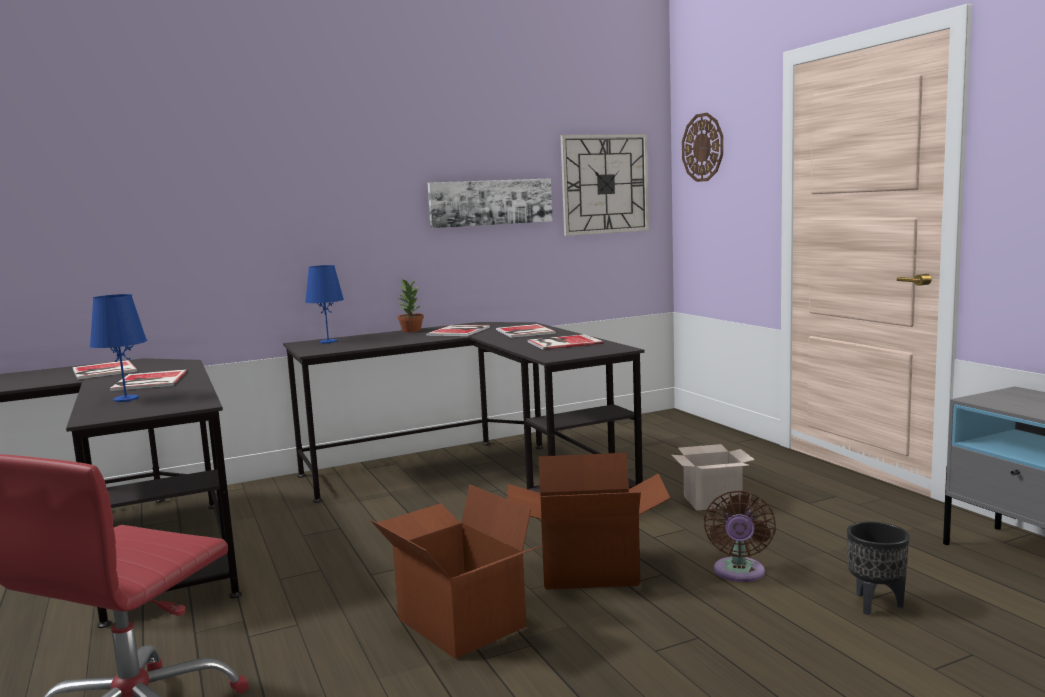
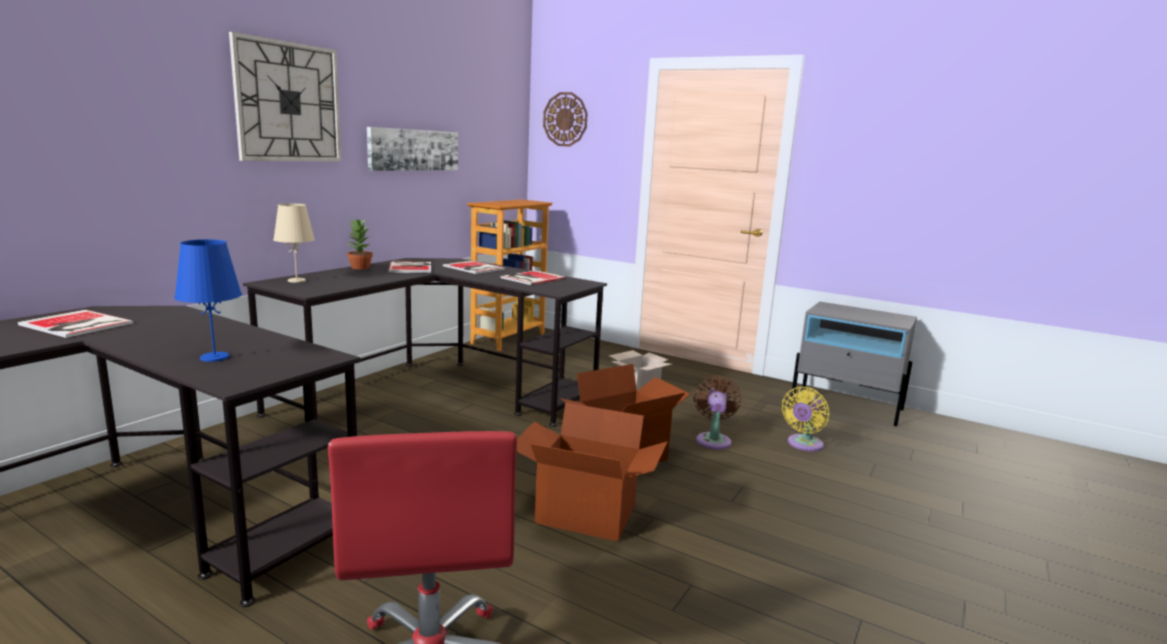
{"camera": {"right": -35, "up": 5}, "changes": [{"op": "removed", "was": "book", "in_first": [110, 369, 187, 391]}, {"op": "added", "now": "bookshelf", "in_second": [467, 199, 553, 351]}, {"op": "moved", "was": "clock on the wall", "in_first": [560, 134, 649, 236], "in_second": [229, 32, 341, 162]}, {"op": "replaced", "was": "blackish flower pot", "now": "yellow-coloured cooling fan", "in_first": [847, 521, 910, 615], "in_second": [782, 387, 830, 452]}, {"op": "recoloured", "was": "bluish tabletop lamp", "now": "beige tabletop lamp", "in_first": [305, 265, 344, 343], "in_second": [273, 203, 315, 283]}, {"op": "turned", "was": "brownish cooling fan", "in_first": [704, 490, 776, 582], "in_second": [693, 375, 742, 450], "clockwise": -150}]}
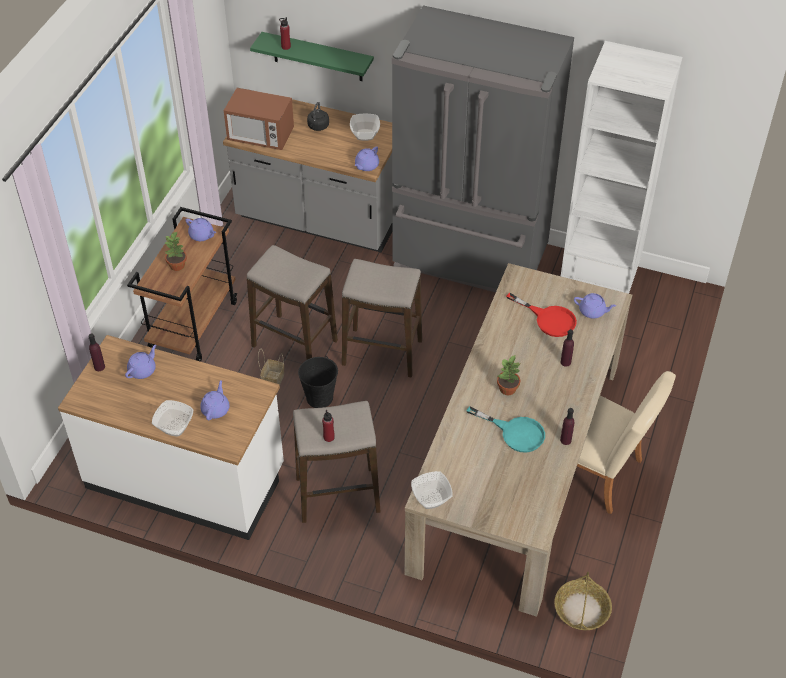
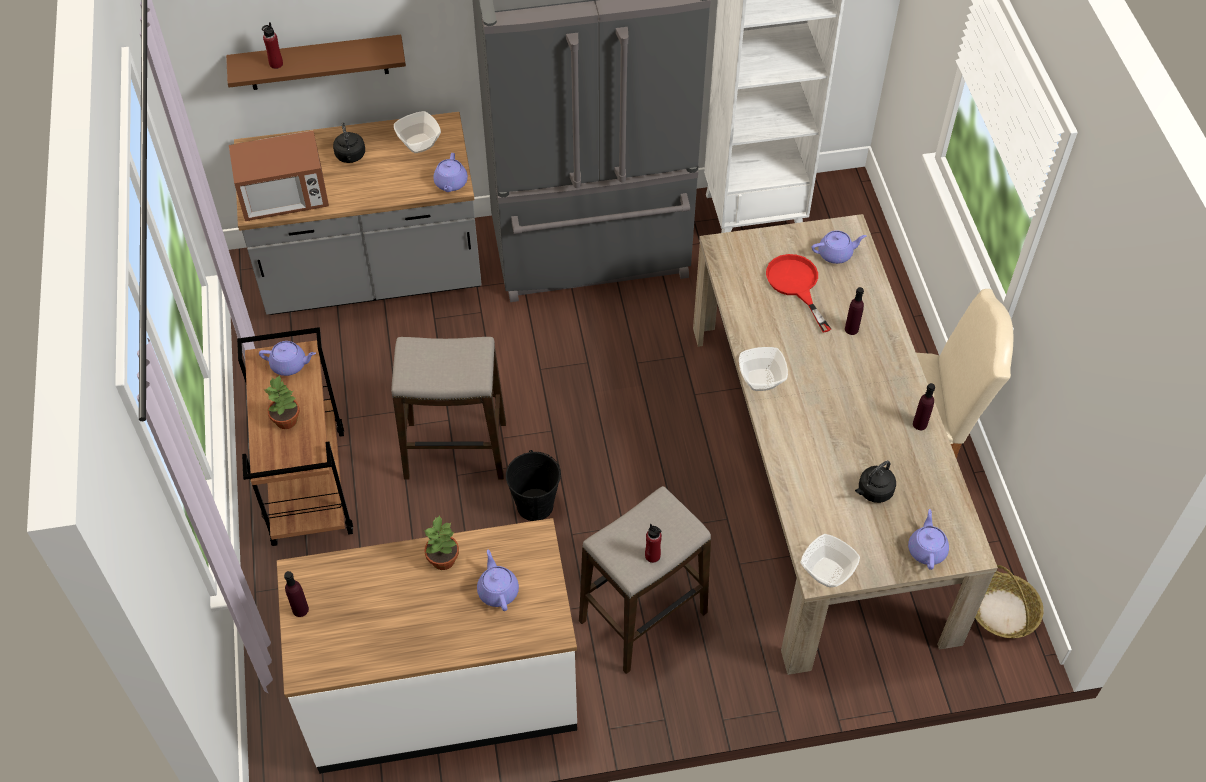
{"camera": {"right": -30, "up": 5}, "changes": [{"op": "removed", "was": "storage basket", "in_first": [258, 349, 284, 385]}, {"op": "removed", "was": "stool", "in_first": [342, 259, 422, 378]}, {"op": "removed", "was": "turquoise pan", "in_first": [467, 407, 545, 453]}, {"op": "added", "now": "blackish kettle", "in_second": [855, 461, 896, 503]}, {"op": "moved", "was": "purple-coloured pot for tea", "in_first": [125, 345, 156, 379], "in_second": [908, 509, 949, 570]}, {"op": "moved", "was": "serving bowl", "in_first": [152, 400, 193, 437], "in_second": [739, 347, 788, 391]}, {"op": "moved", "was": "plant in a pot", "in_first": [497, 356, 521, 395], "in_second": [423, 515, 459, 570]}, {"op": "recoloured", "was": "green bracket shelf", "now": "brownish bracket shelf", "in_first": [250, 32, 374, 81], "in_second": [226, 35, 406, 90]}, {"op": "turned", "was": "reddish pan", "in_first": [506, 293, 577, 337], "in_second": [766, 254, 831, 333], "clockwise": -120}]}
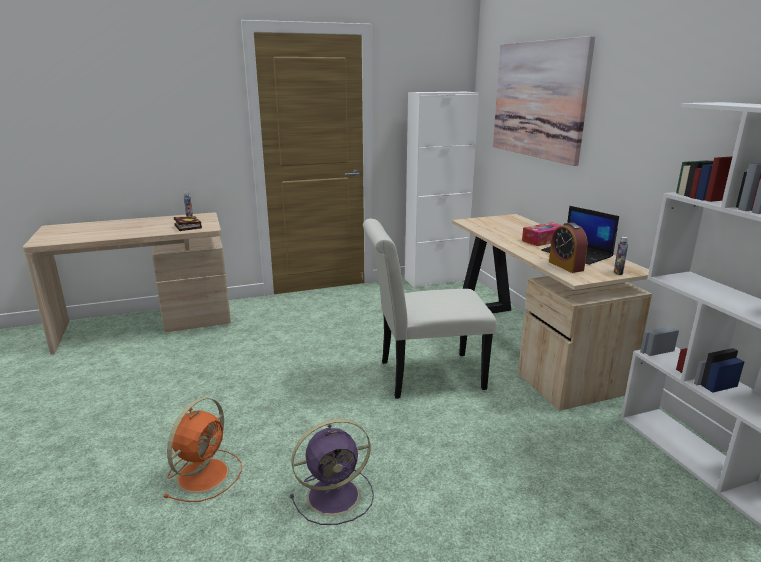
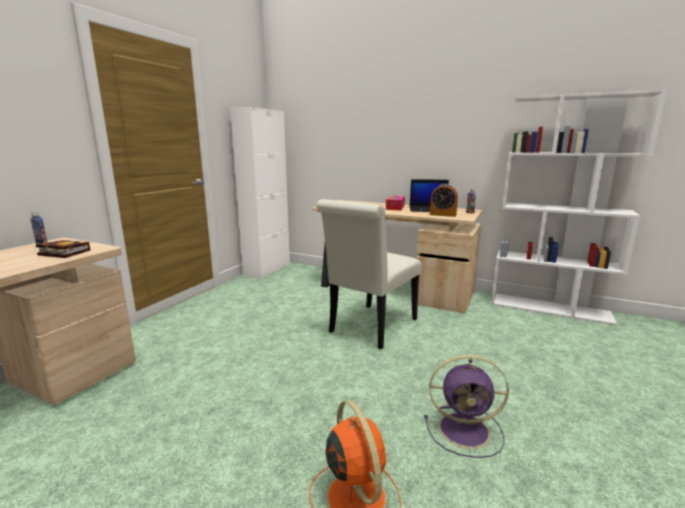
{"camera": {"right": -45, "up": -5}, "changes": [{"op": "removed", "was": "wall art", "in_first": [493, 36, 595, 166]}, {"op": "turned", "was": "purple-coloured cooling fan", "in_first": [290, 419, 374, 525], "in_second": [424, 355, 509, 458], "clockwise": 75}]}
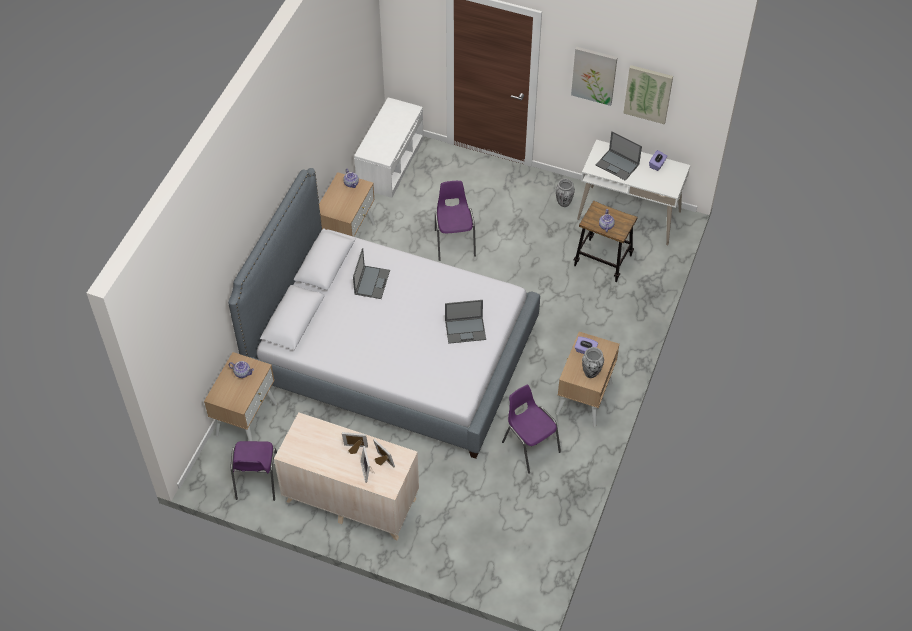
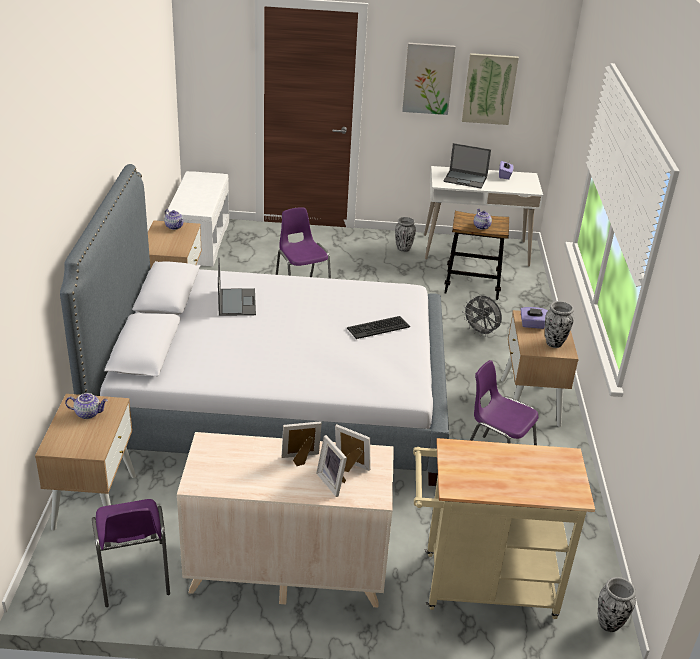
{"camera": {"right": -20, "up": -20}, "changes": [{"op": "added", "now": "beige cart", "in_second": [413, 438, 595, 619]}, {"op": "added", "now": "grey cooling fan", "in_second": [462, 295, 502, 337]}, {"op": "added", "now": "decorative vase", "in_second": [598, 577, 636, 632]}, {"op": "replaced", "was": "notebook computer", "now": "keyboard", "in_first": [445, 300, 486, 344], "in_second": [347, 316, 410, 339]}]}
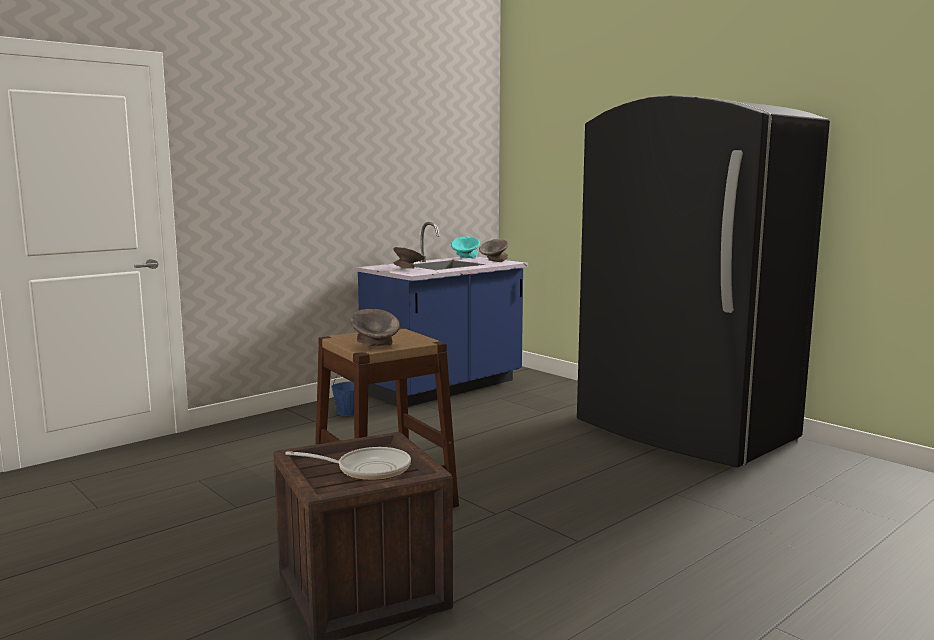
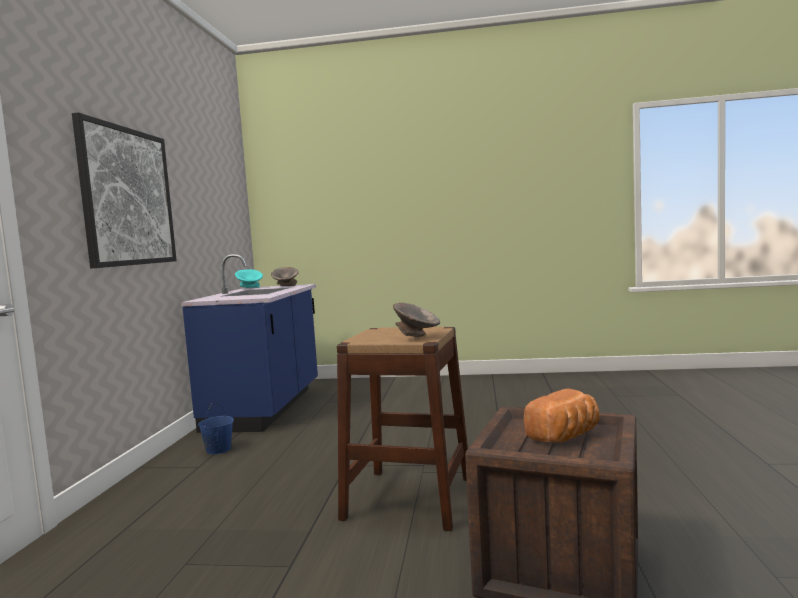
{"camera": {"right": -40, "up": -5}, "changes": [{"op": "removed", "was": "grey serving bowl", "in_first": [393, 247, 425, 269]}, {"op": "removed", "was": "blackish refrigerator", "in_first": [577, 96, 830, 467]}, {"op": "added", "now": "wall art", "in_second": [72, 112, 177, 268]}, {"op": "replaced", "was": "pan", "now": "bread", "in_first": [285, 447, 411, 481], "in_second": [524, 388, 599, 443]}]}
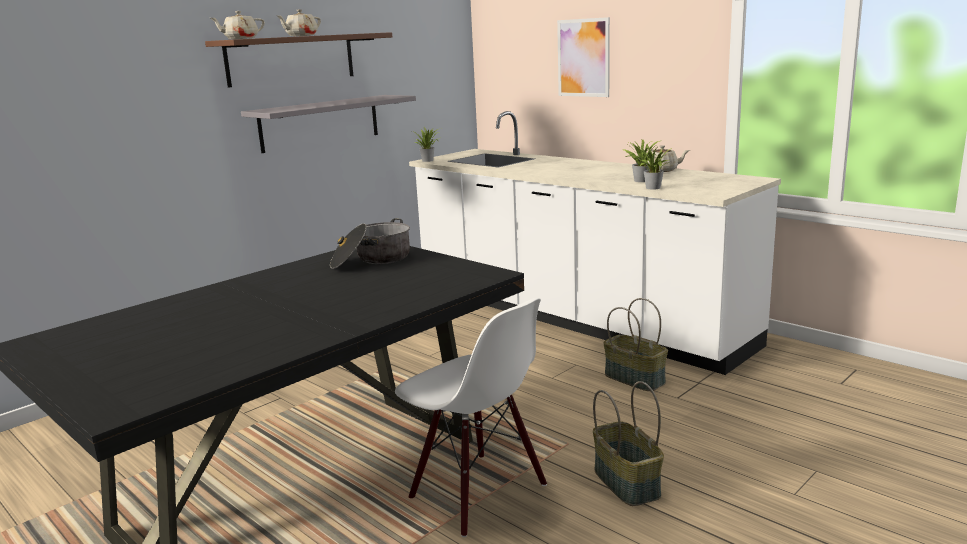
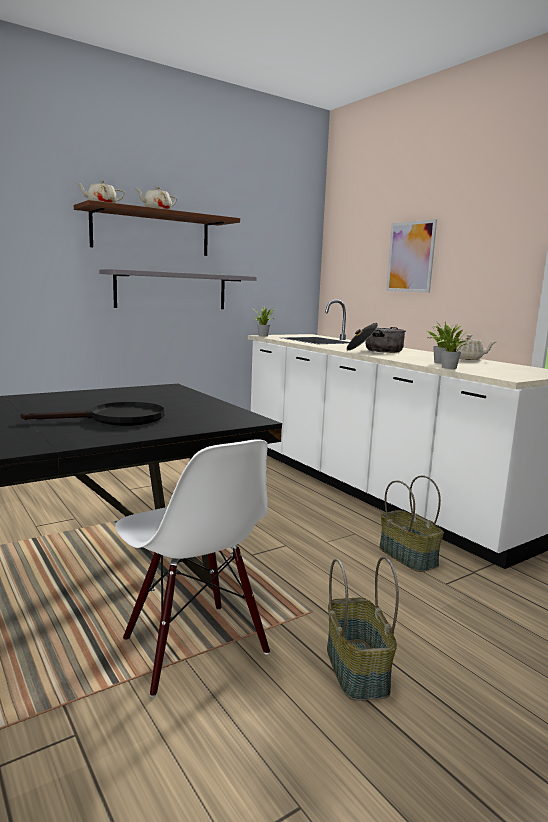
{"camera": {"right": 10, "up": -5}, "changes": [{"op": "added", "now": "blackish pan", "in_second": [21, 402, 164, 426]}, {"op": "moved", "was": "cooking pot", "in_first": [330, 219, 410, 269], "in_second": [347, 323, 406, 353]}]}
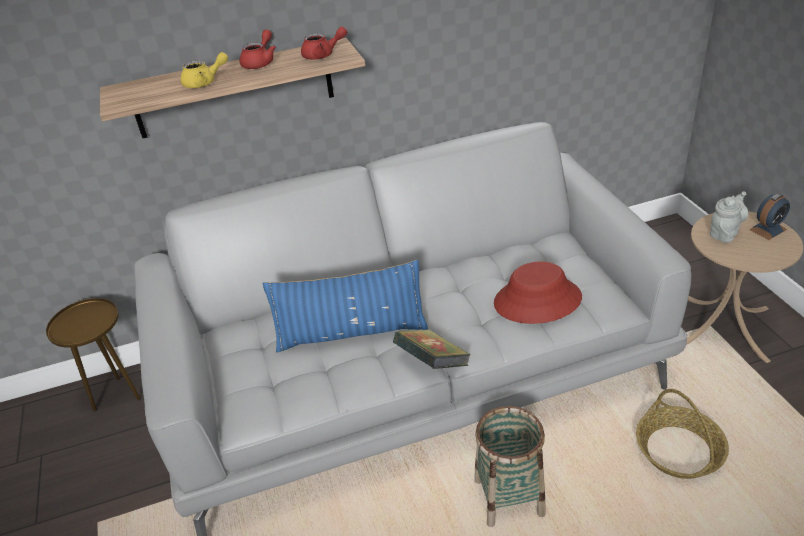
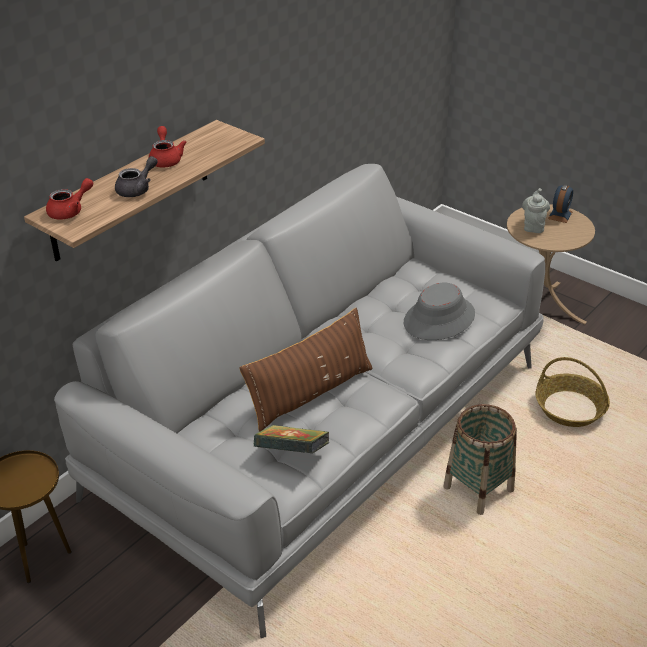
{"camera": {"right": -35, "up": 0}, "changes": [{"op": "moved", "was": "reddish pot for tea", "in_first": [301, 27, 347, 60], "in_second": [46, 178, 93, 220]}, {"op": "moved", "was": "book", "in_first": [393, 330, 471, 369], "in_second": [254, 425, 329, 454]}, {"op": "recoloured", "was": "yellow-coloured pot for tea", "now": "grey pot for tea", "in_first": [181, 52, 228, 88], "in_second": [115, 156, 158, 197]}, {"op": "recoloured", "was": "bluish pillow", "now": "brownish pillow", "in_first": [262, 260, 428, 352], "in_second": [239, 308, 373, 432]}, {"op": "recoloured", "was": "reddish hat", "now": "grey hat", "in_first": [494, 261, 582, 324], "in_second": [404, 283, 475, 340]}]}
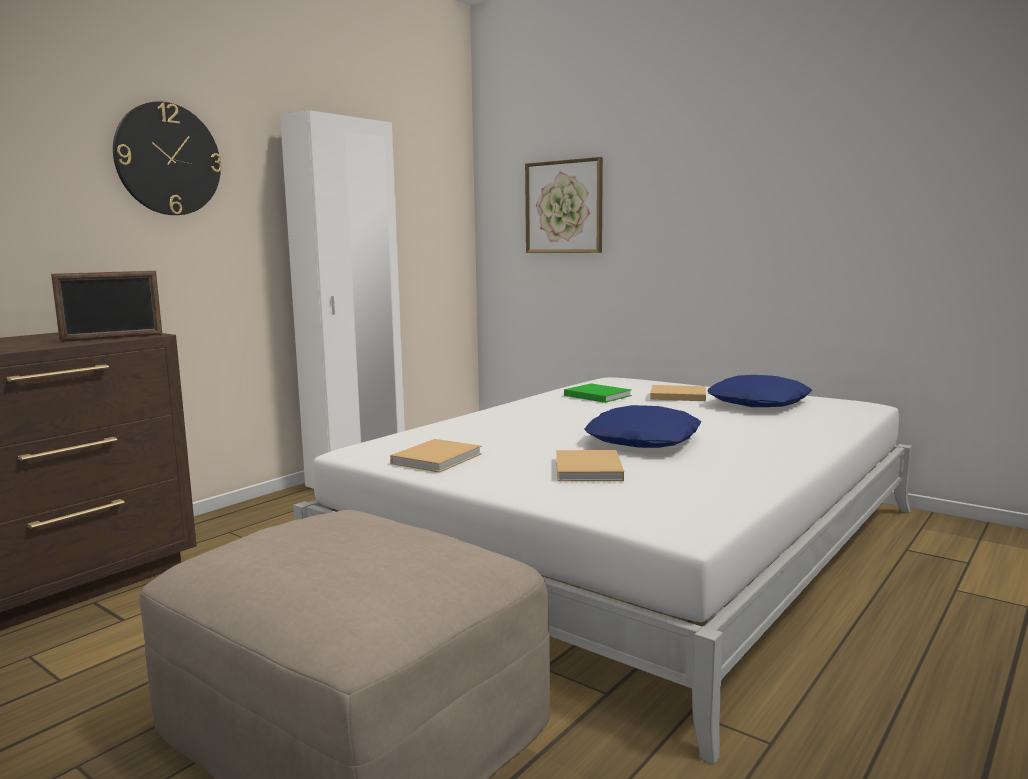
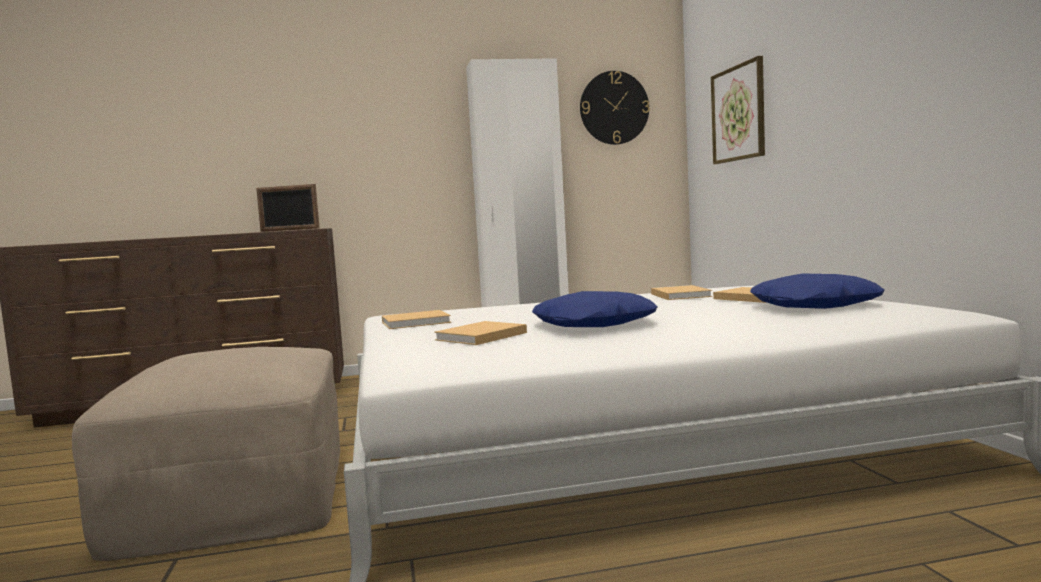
{"camera": {"right": 40, "up": -5}, "changes": [{"op": "moved", "was": "clock on the wall", "in_first": [113, 101, 222, 215], "in_second": [580, 71, 650, 145]}, {"op": "recoloured", "was": "green book", "now": "beige book", "in_first": [564, 383, 632, 403], "in_second": [651, 285, 712, 300]}]}
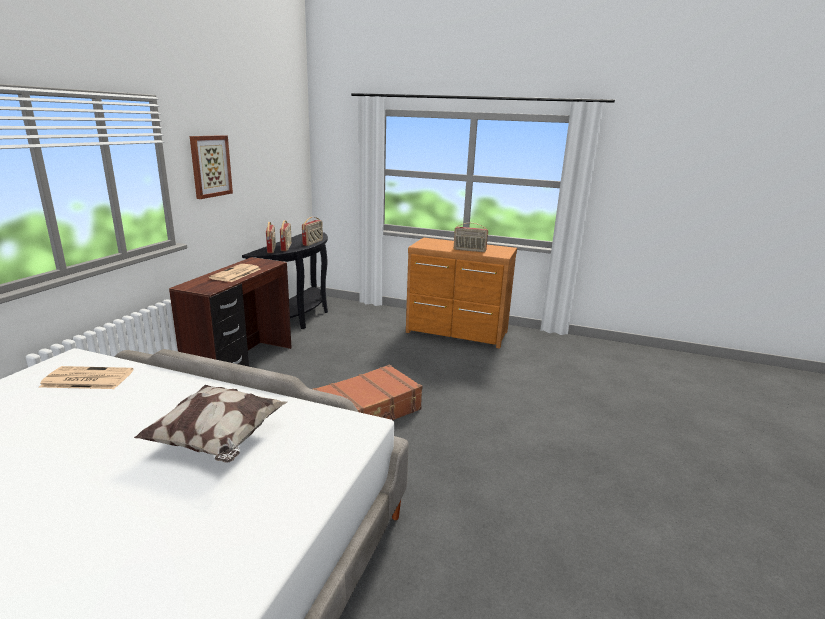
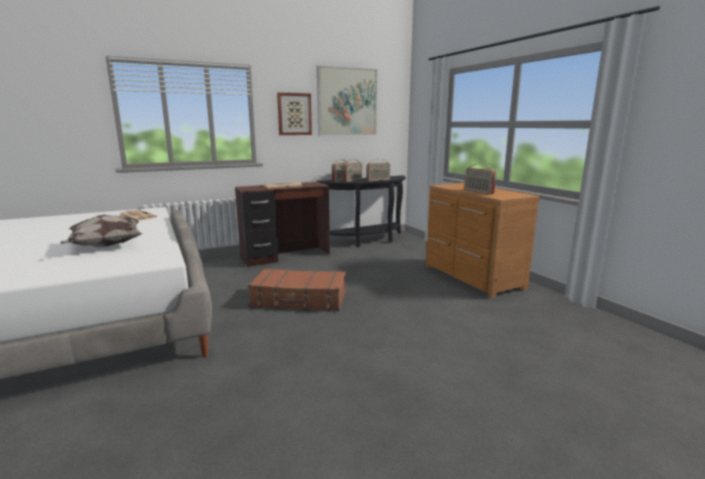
{"camera": {"right": 45, "up": -5}, "changes": [{"op": "added", "now": "wall art", "in_second": [317, 65, 377, 136]}]}
